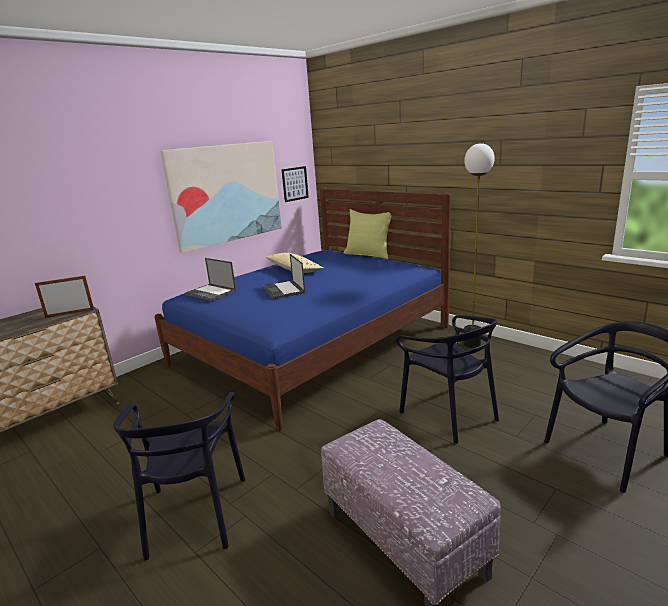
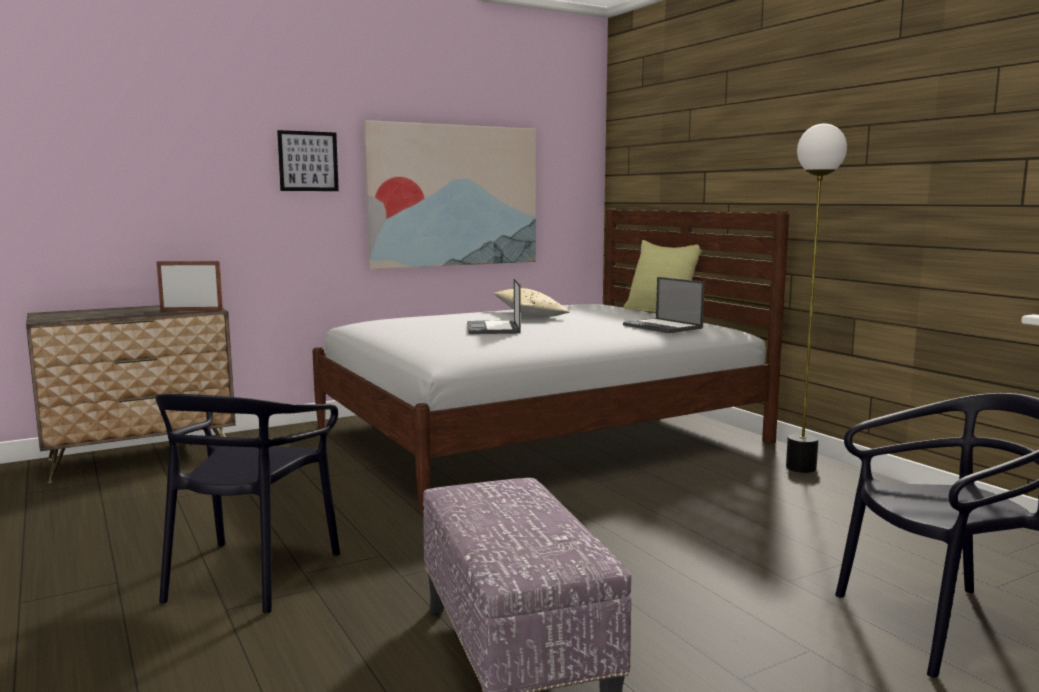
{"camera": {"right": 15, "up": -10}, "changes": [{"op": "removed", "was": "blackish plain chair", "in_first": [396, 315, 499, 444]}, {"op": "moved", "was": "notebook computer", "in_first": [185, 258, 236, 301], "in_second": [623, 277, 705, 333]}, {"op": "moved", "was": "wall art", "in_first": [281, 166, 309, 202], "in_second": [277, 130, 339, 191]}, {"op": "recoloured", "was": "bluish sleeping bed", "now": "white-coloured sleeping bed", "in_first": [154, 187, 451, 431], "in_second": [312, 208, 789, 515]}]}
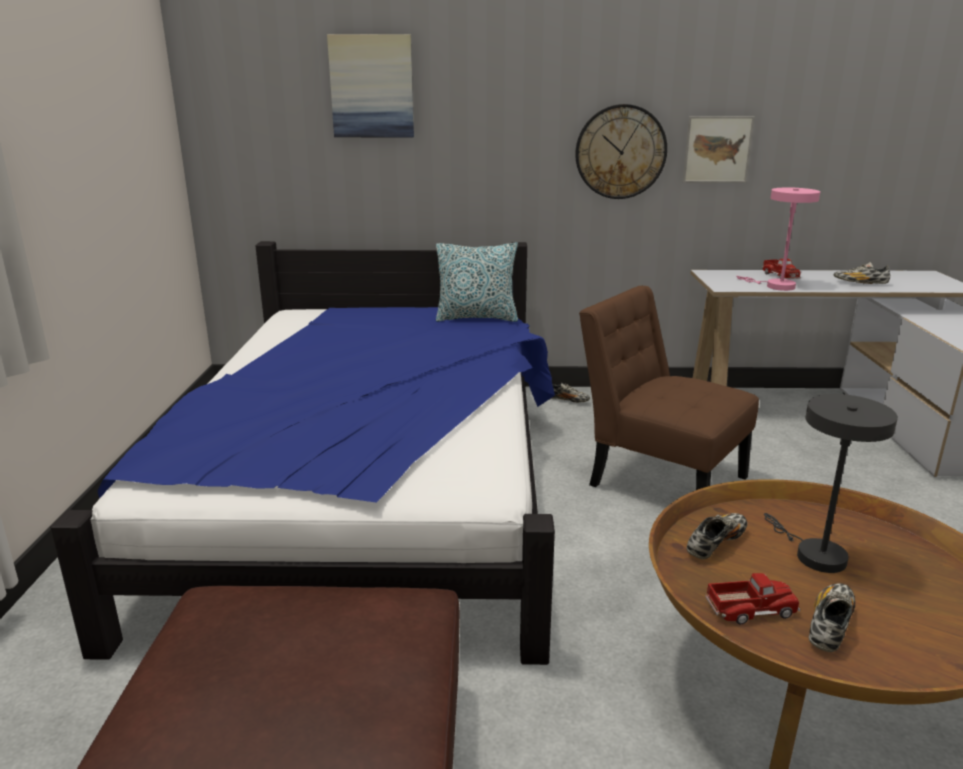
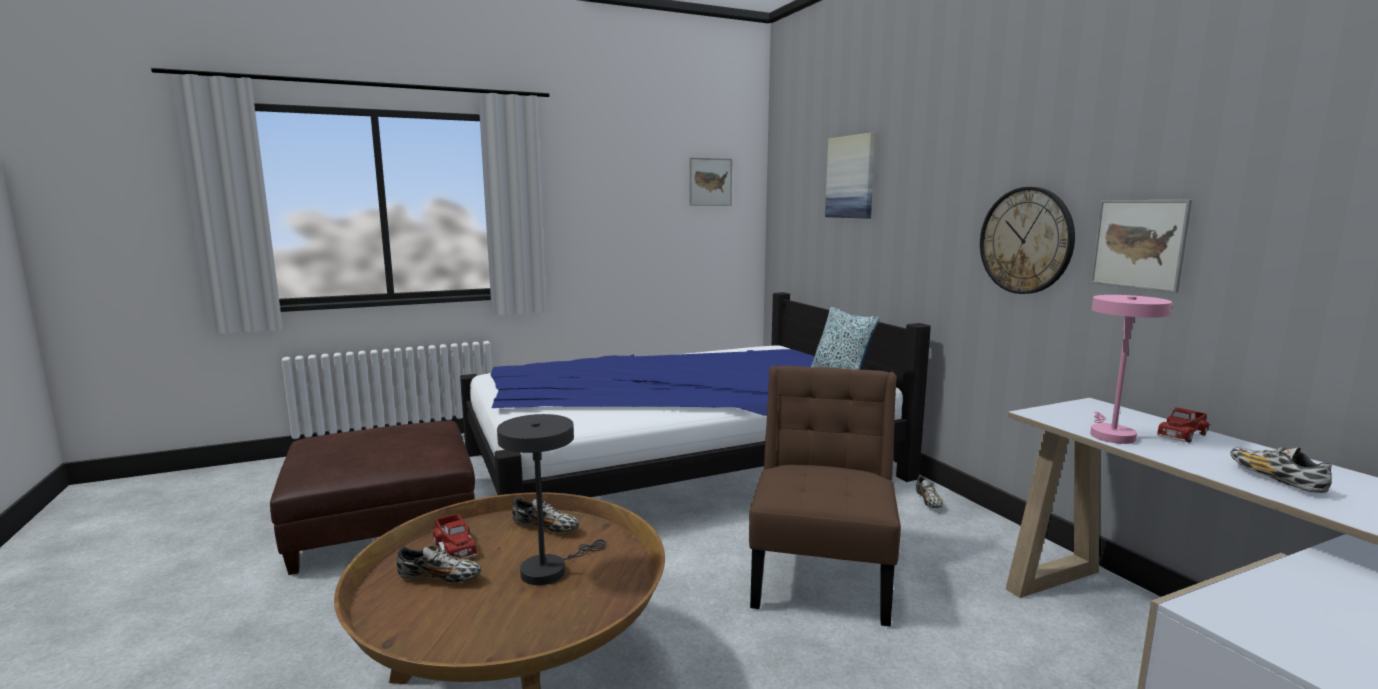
{"camera": {"right": 65, "up": -10}, "changes": [{"op": "added", "now": "wall art", "in_second": [689, 157, 732, 206]}]}
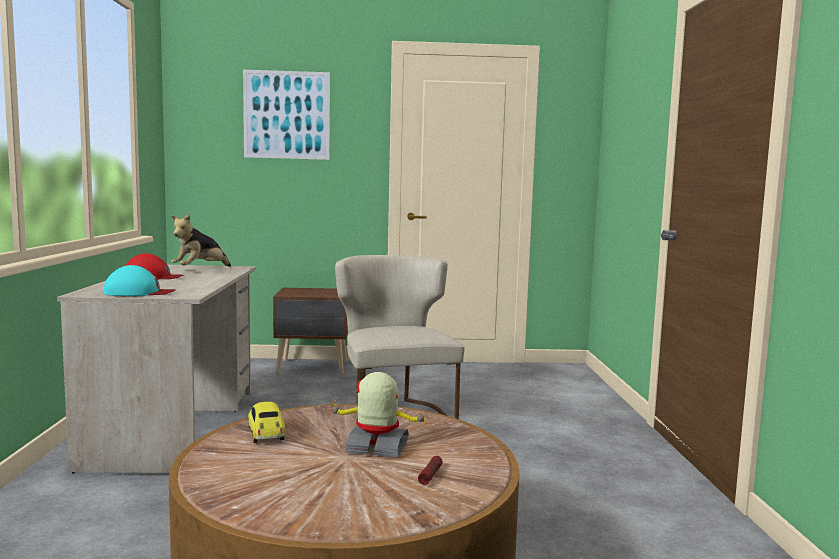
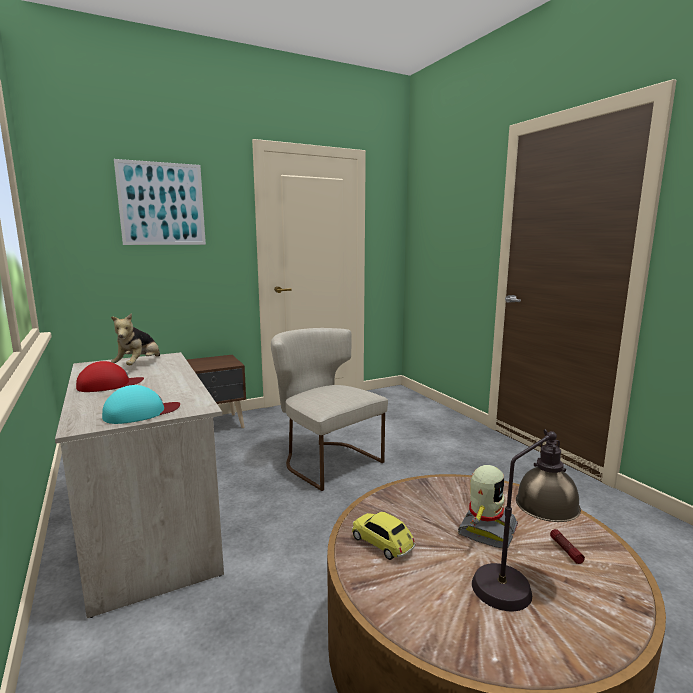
{"camera": {"right": -25, "up": 5}, "changes": [{"op": "added", "now": "tabletop lamp", "in_second": [472, 429, 581, 611]}, {"op": "turned", "was": "robot figure", "in_first": [328, 372, 429, 458], "in_second": [457, 465, 518, 548], "clockwise": 135}]}
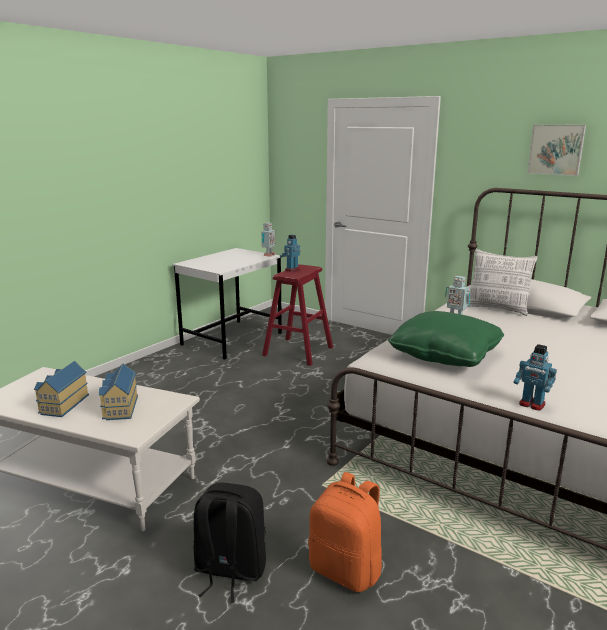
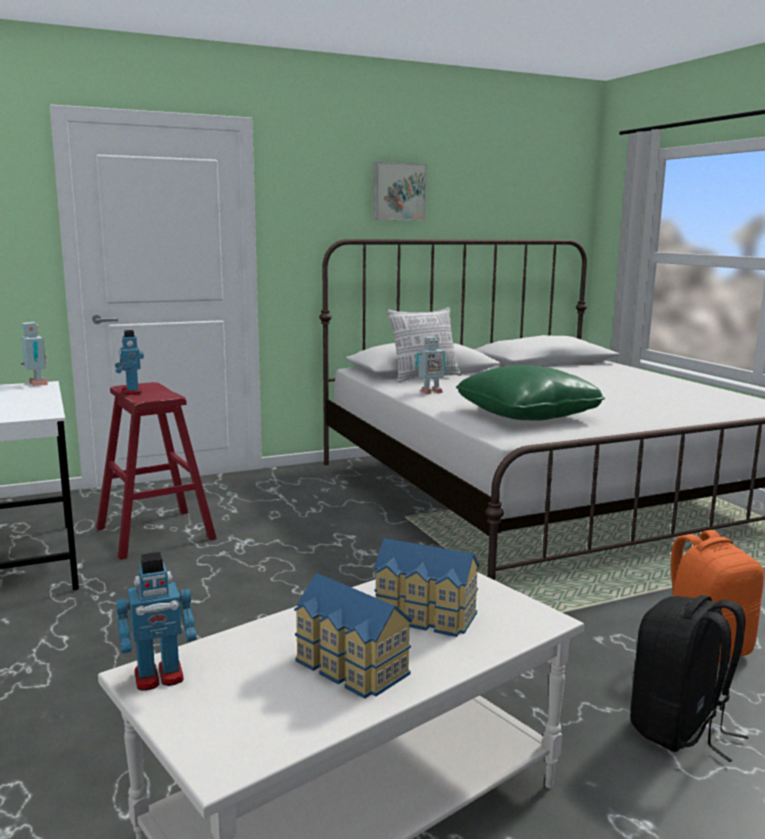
{"camera": {"right": -60, "up": -5}, "changes": [{"op": "moved", "was": "robot figure", "in_first": [514, 344, 557, 411], "in_second": [116, 552, 197, 691]}]}
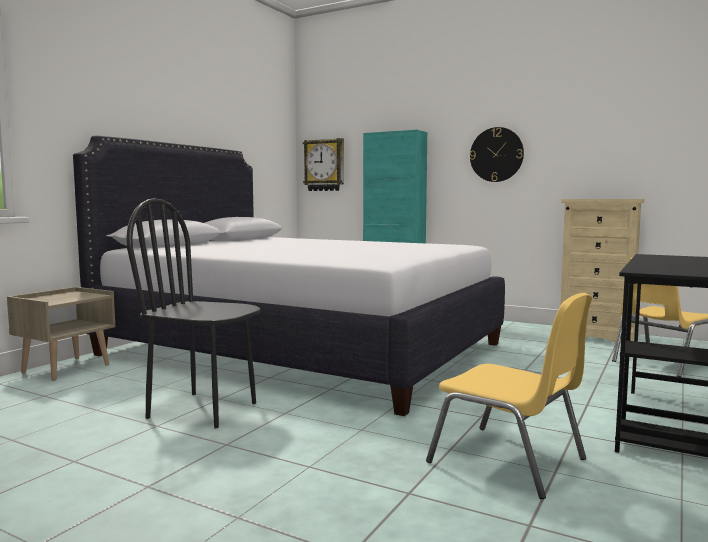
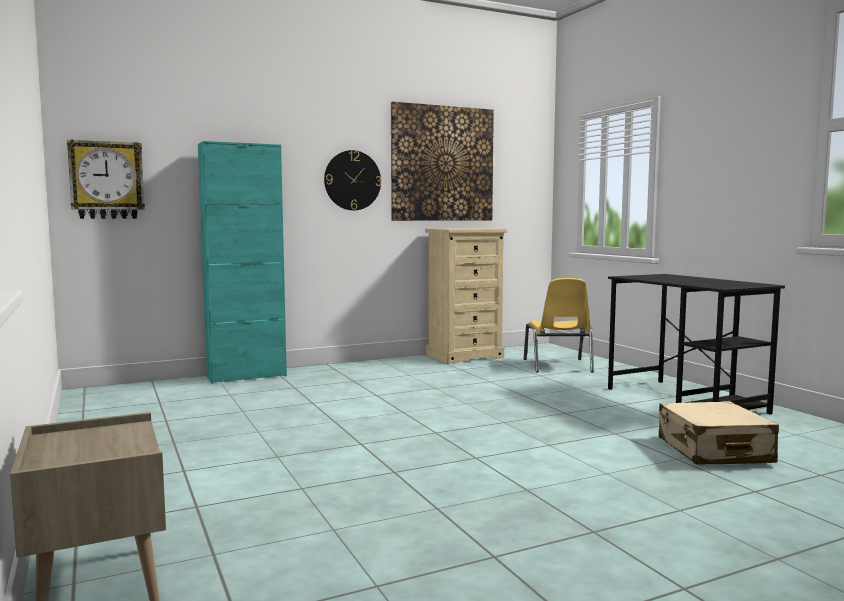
{"camera": {"right": -55, "up": 0}, "changes": [{"op": "removed", "was": "white-coloured sleeping bed", "in_first": [73, 136, 505, 416]}, {"op": "removed", "was": "blackish plain chair", "in_first": [126, 198, 260, 428]}, {"op": "added", "now": "wall art", "in_second": [391, 102, 494, 221]}, {"op": "replaced", "was": "yellow-coloured plain chair", "now": "beige travel case", "in_first": [426, 293, 592, 499], "in_second": [659, 401, 779, 465]}]}
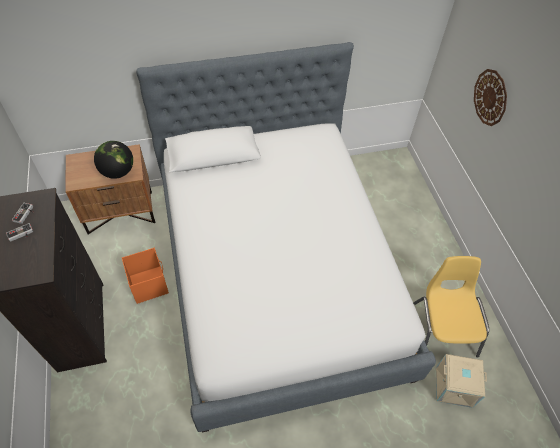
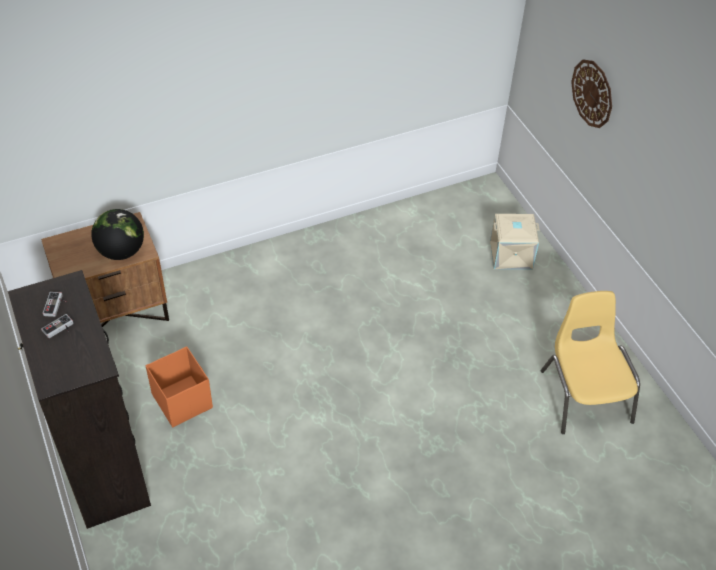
{"camera": {"right": -10, "up": -5}, "changes": [{"op": "removed", "was": "sleeping bed", "in_first": [136, 42, 436, 432]}, {"op": "moved", "was": "beige storage bin", "in_first": [436, 354, 487, 408], "in_second": [490, 214, 540, 270]}]}
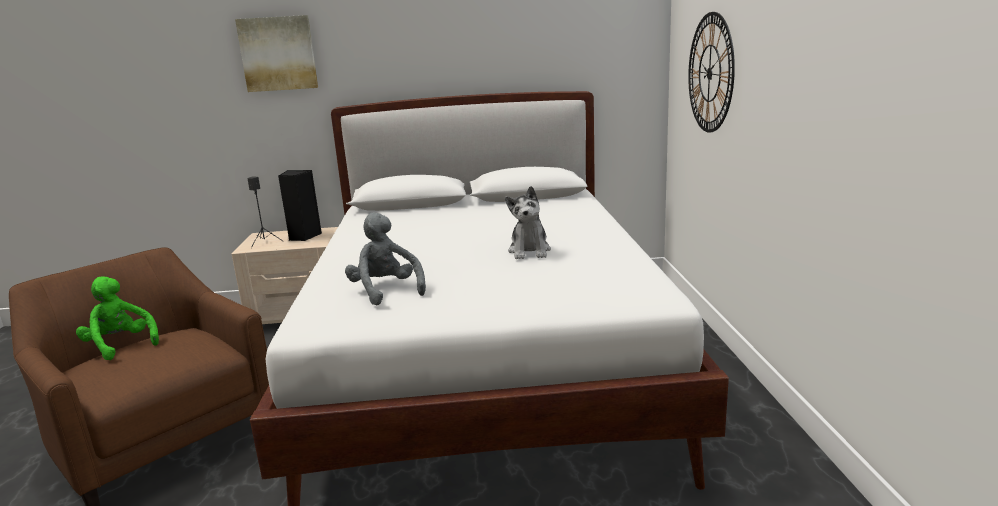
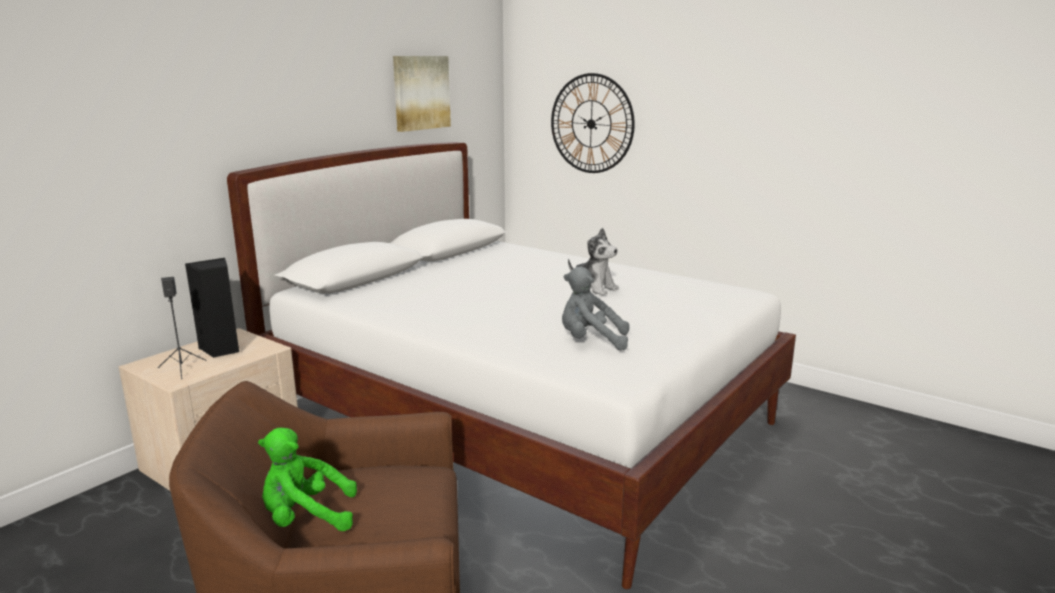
{"camera": {"right": -50, "up": 0}, "changes": [{"op": "moved", "was": "wall art", "in_first": [235, 15, 318, 92], "in_second": [393, 56, 451, 132]}]}
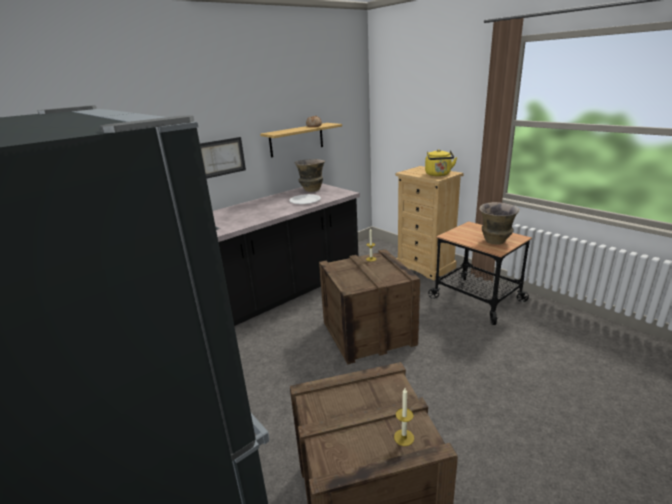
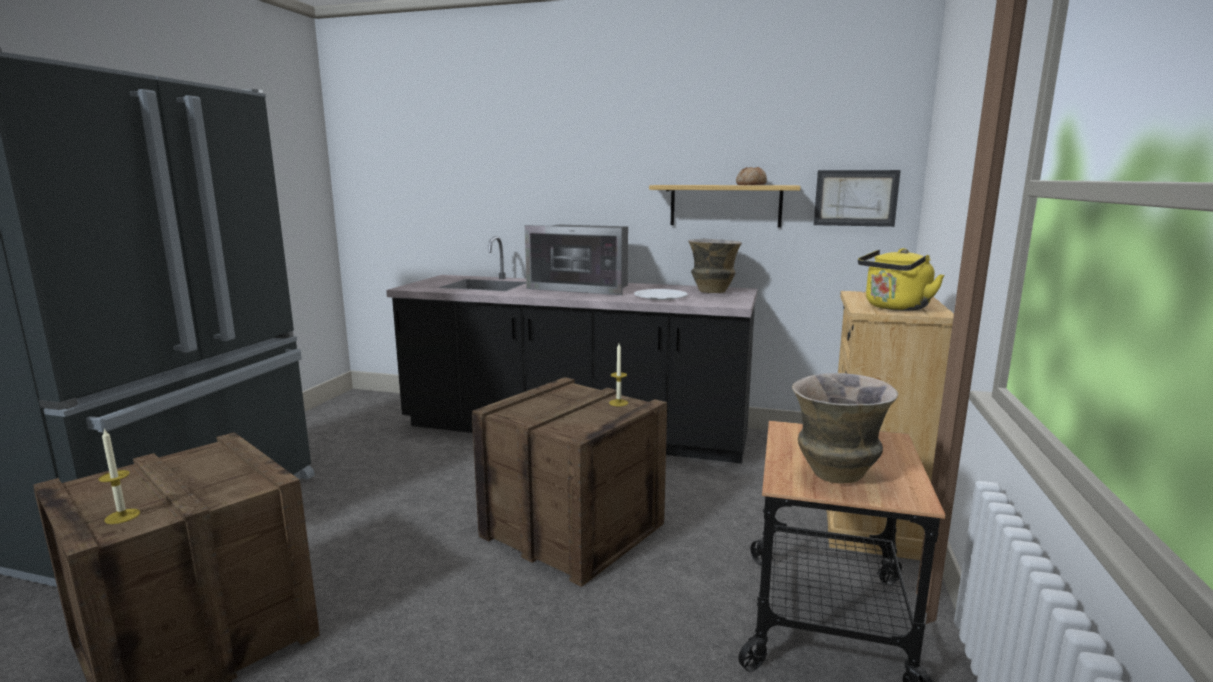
{"camera": {"right": 55, "up": -10}, "changes": [{"op": "added", "now": "microwave", "in_second": [525, 225, 628, 295]}, {"op": "moved", "was": "wall art", "in_first": [200, 137, 246, 179], "in_second": [814, 170, 901, 227]}]}
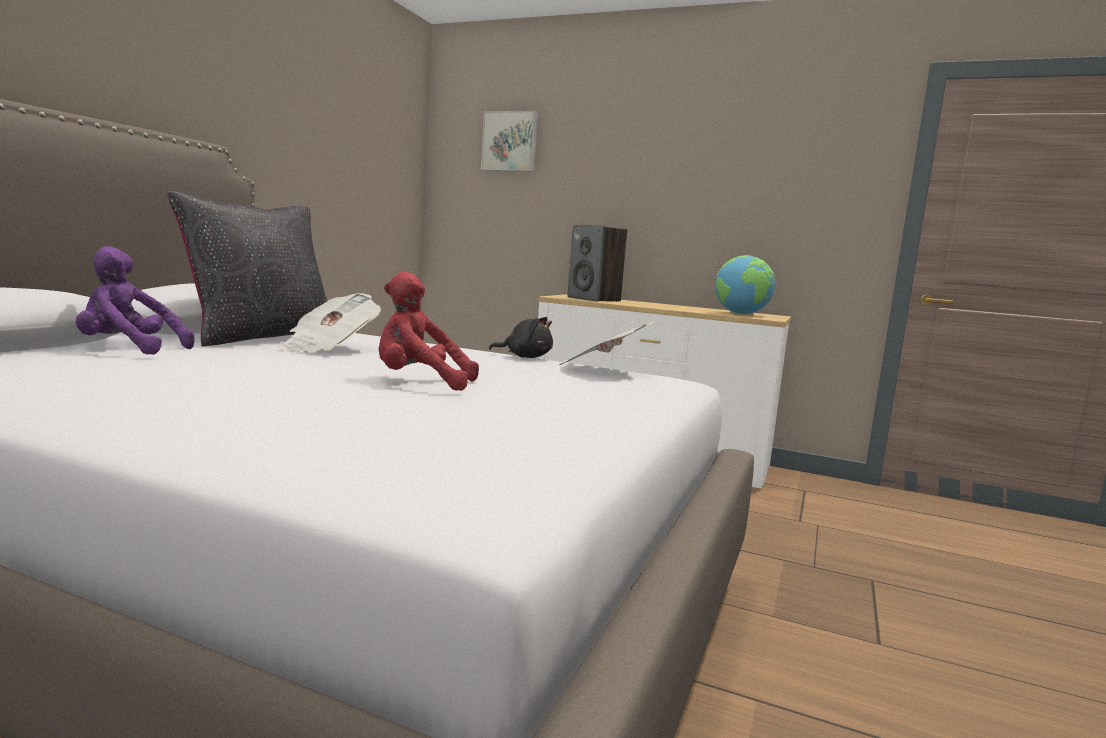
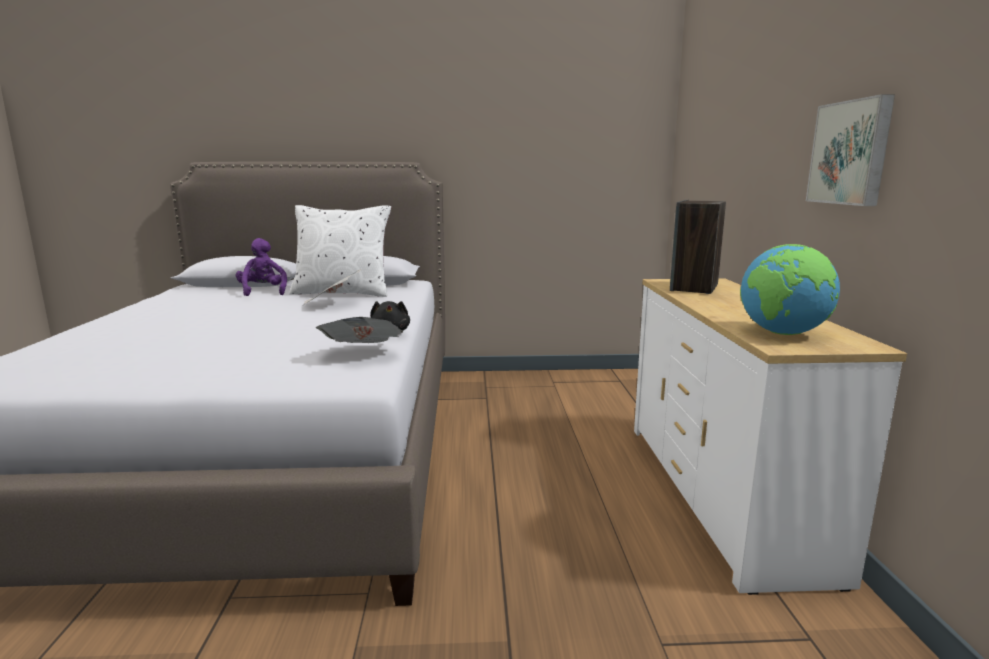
{"camera": {"right": 65, "up": 5}, "changes": [{"op": "removed", "was": "reddish soft toy", "in_first": [378, 271, 479, 391]}, {"op": "moved", "was": "wall art", "in_first": [481, 111, 538, 172], "in_second": [806, 94, 895, 206]}, {"op": "recoloured", "was": "blackish pillow", "now": "white-coloured pillow", "in_first": [167, 191, 327, 346], "in_second": [289, 205, 391, 297]}]}
